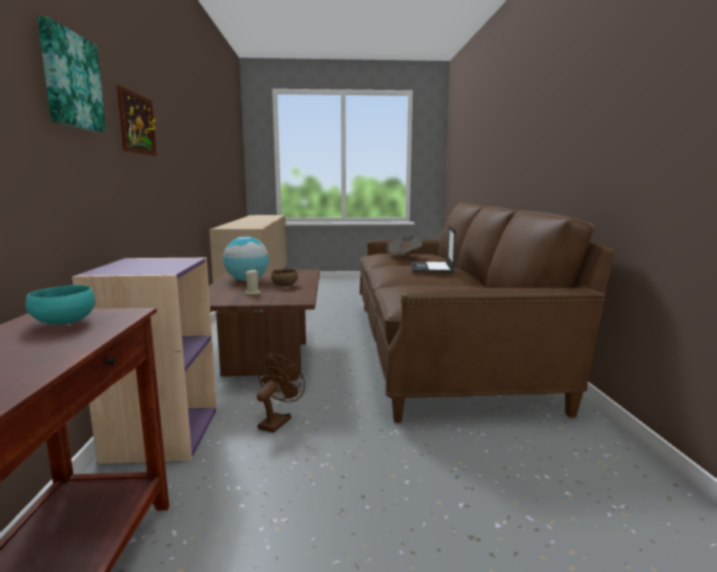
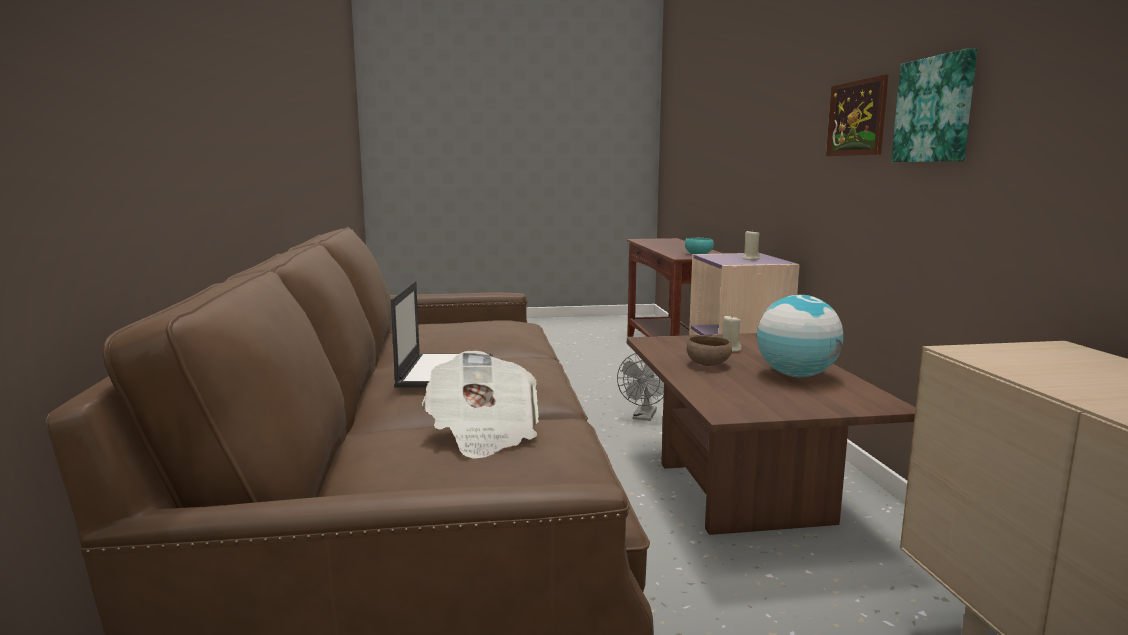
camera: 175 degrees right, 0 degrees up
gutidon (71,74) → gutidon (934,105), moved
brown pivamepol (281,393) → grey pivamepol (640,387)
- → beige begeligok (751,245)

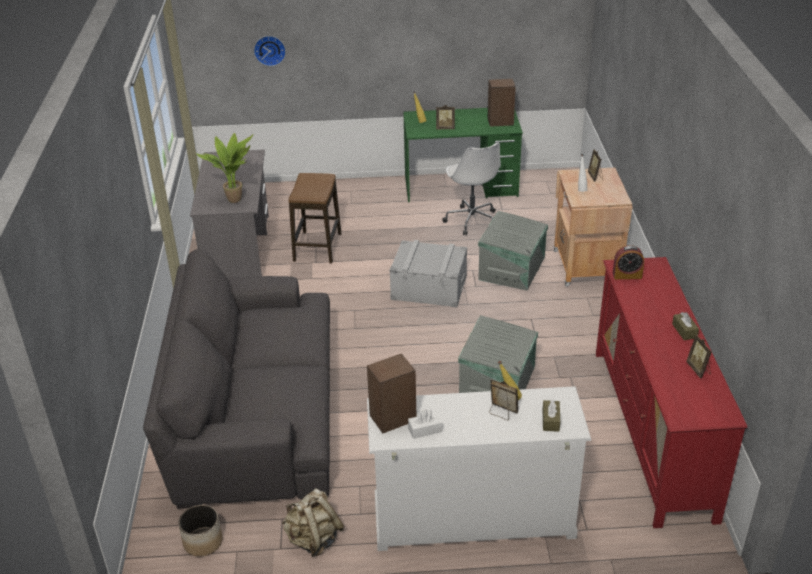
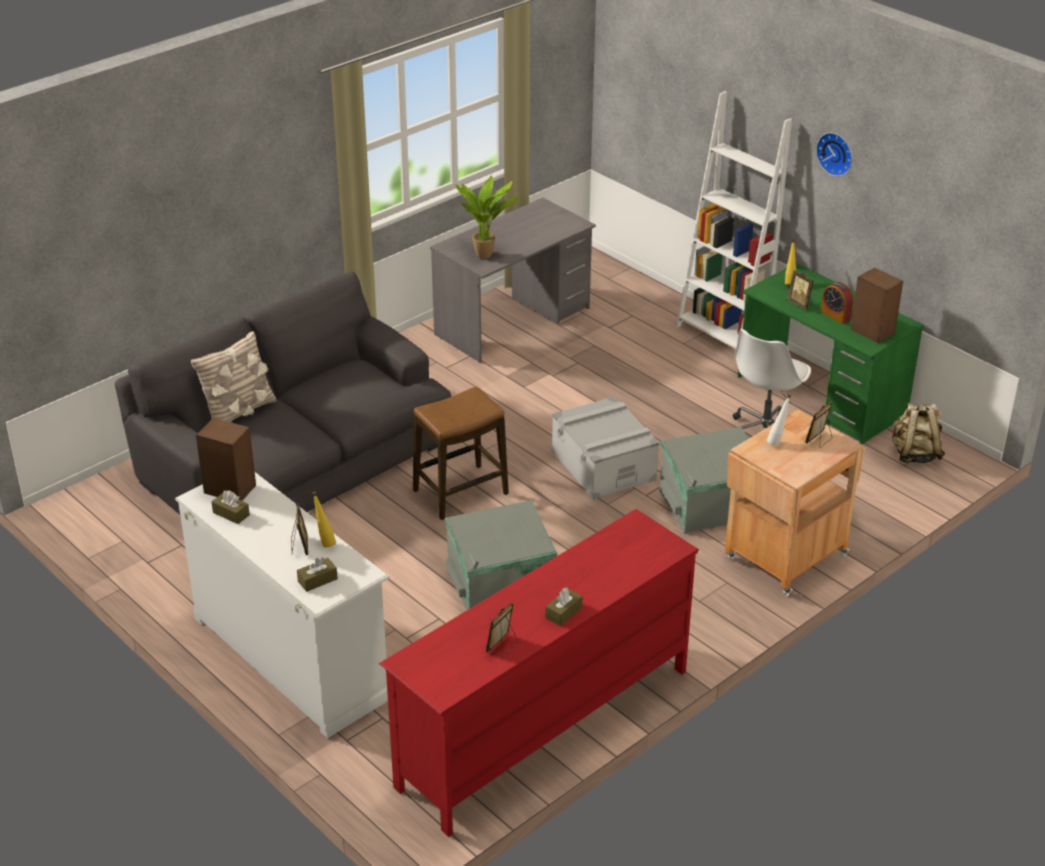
camera: 50 degrees right, 0 degrees up
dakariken (270,51) → dakariken (834,155), moved
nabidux (314,218) → nabidux (461,453), moved
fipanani (628,262) → fipanani (837,303), moved
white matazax (425,424) → brown matazax (230,507)
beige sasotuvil (313,523) → beige sasotuvil (918,433), moved
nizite (200,531) → -
- → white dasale (734,220)
- → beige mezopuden (233,376)

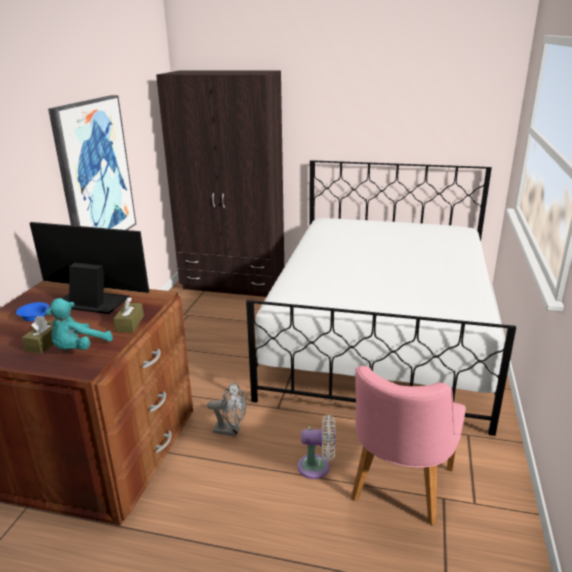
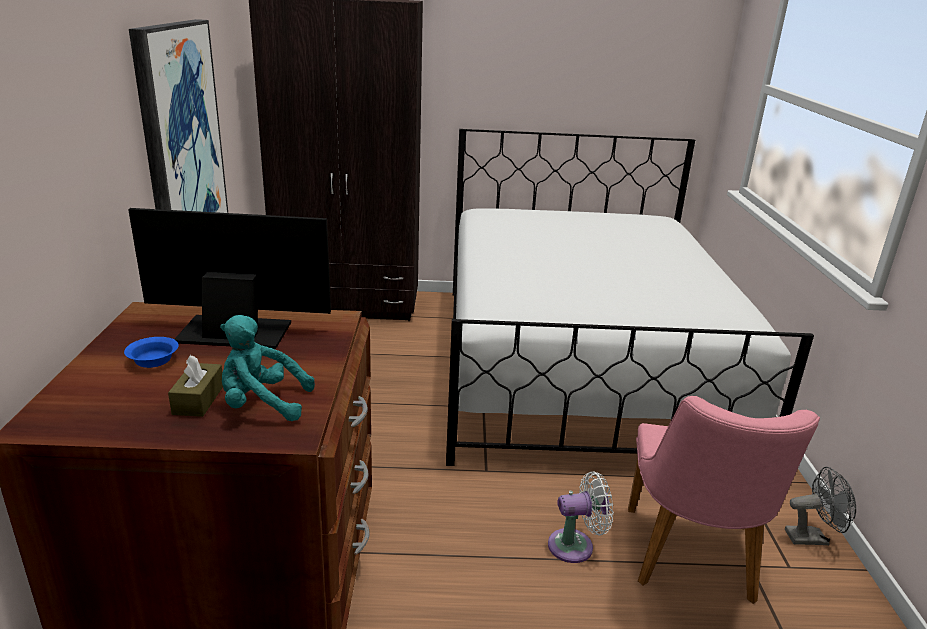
camera: 15 degrees left, 0 degrees up
brown matazax (128,314) → -
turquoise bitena (79,324) → turquoise bitena (267,368), 75 degrees clockwise
grey pivamepol (226,409) → grey pivamepol (820,506), moved

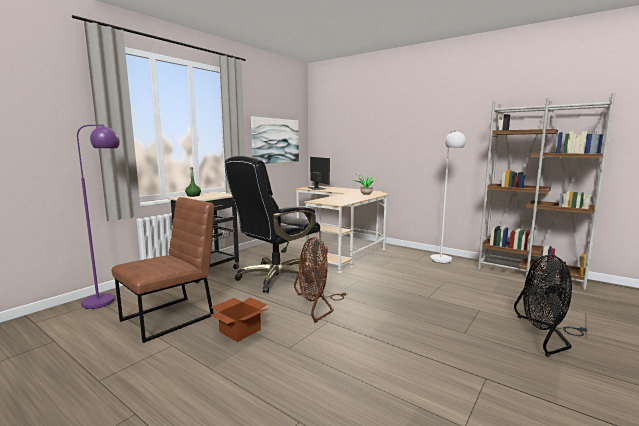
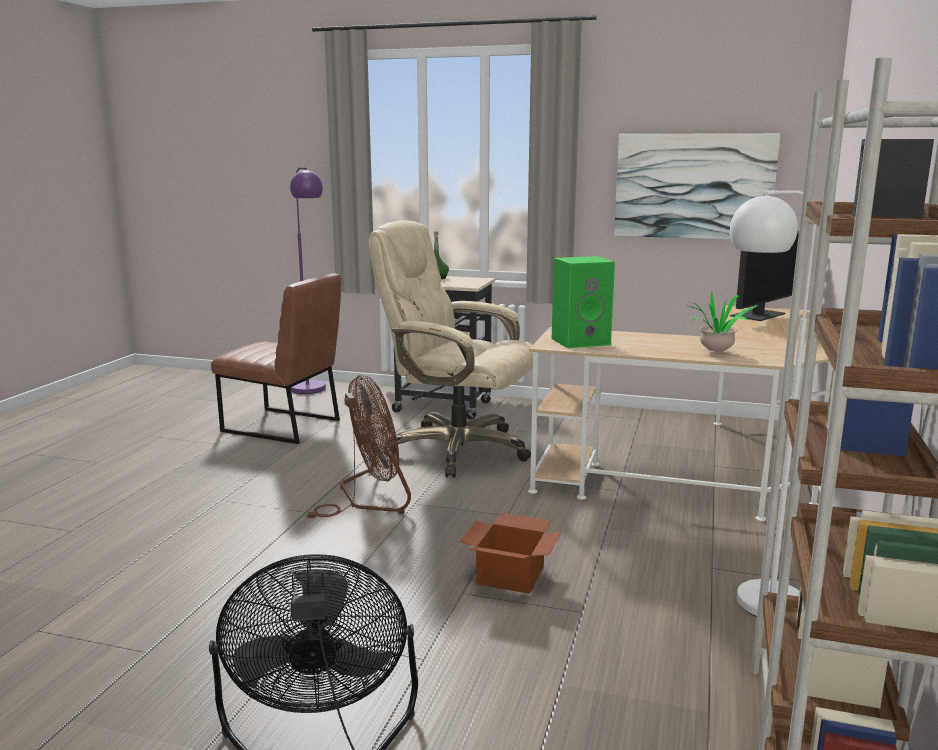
camera: 70 degrees right, 5 degrees up
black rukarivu (272,224) → beige rukarivu (451,349)
brown pivamepol (320,280) → brown pivamepol (358,446), 105 degrees clockwise
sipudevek (239,319) → sipudevek (510,553), moved
- → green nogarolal (583,302)

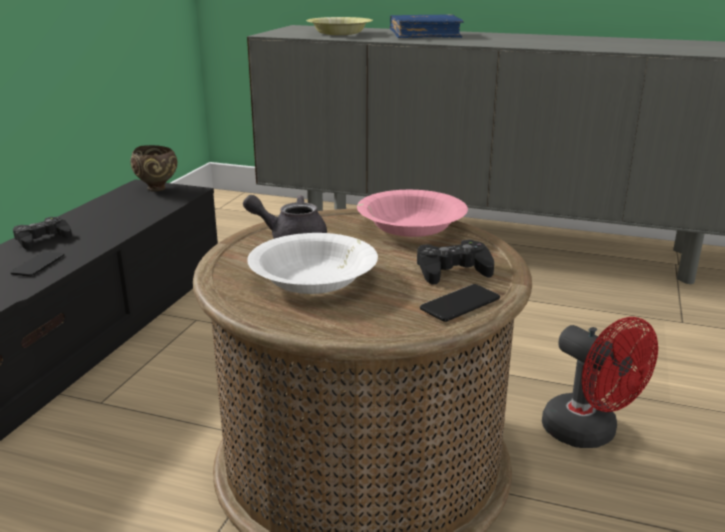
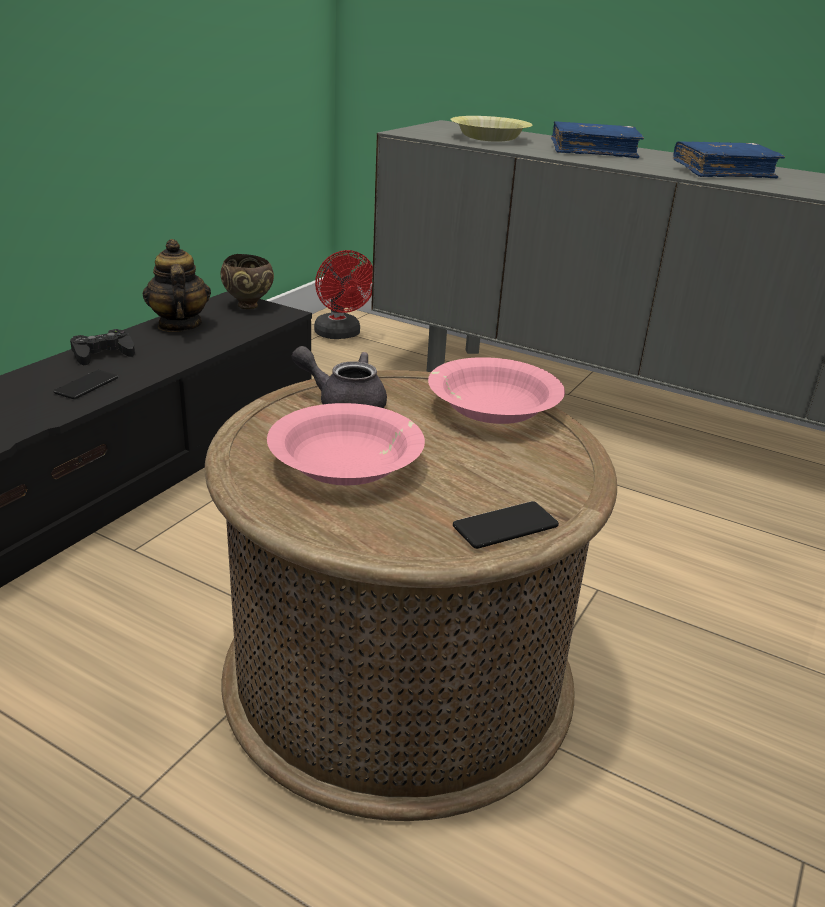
camera: 10 degrees right, 5 degrees up
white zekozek (312,263) → pink zekozek (346,444)
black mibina (455,262) → -
red pivamepol (600,382) → red pivamepol (343,294), moved
- → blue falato (729,160)
- → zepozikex (177,285)

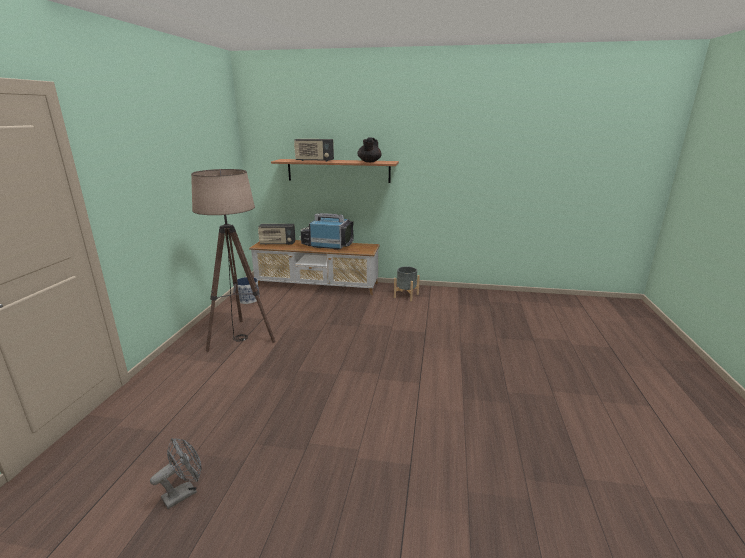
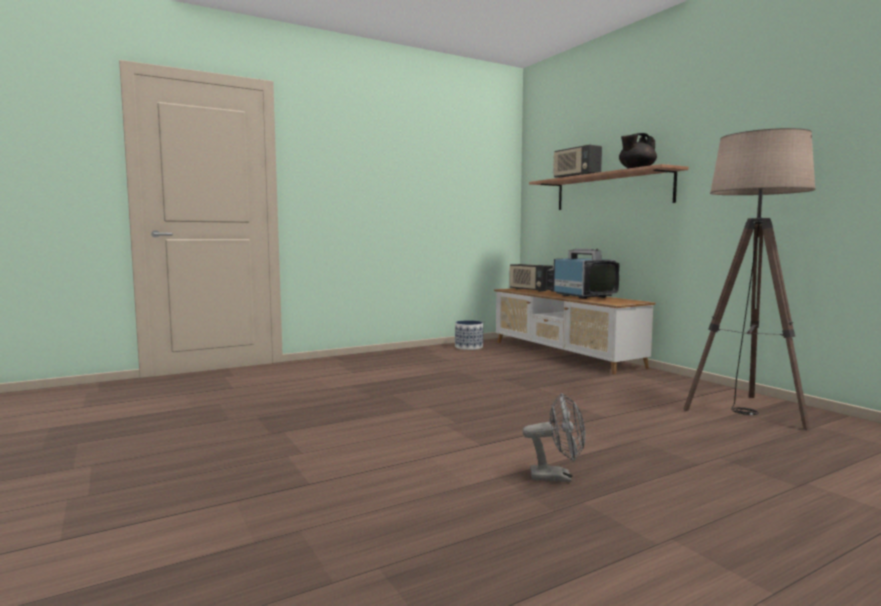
camera: 50 degrees right, 15 degrees down
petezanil (233,260) → petezanil (749,279), moved
grey nizite (407,284) → -
grey pivamepol (176,473) → grey pivamepol (553,437), moved

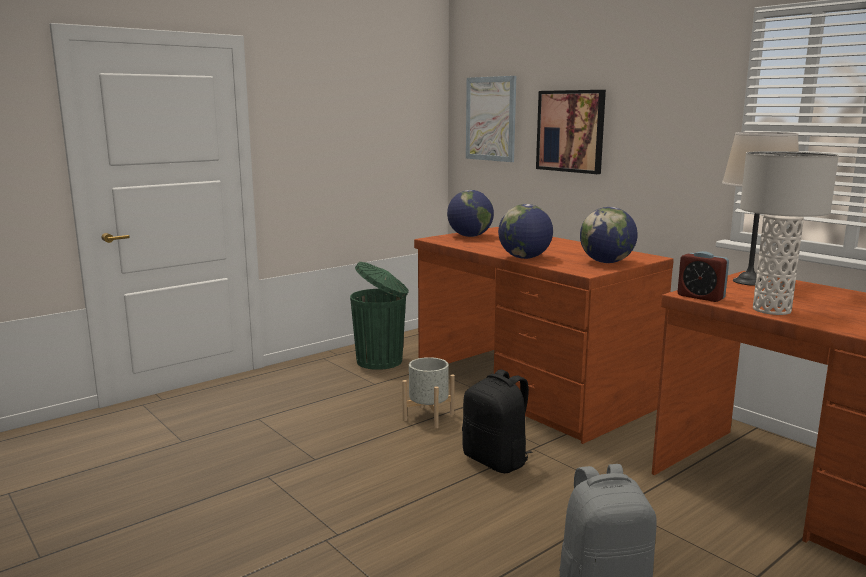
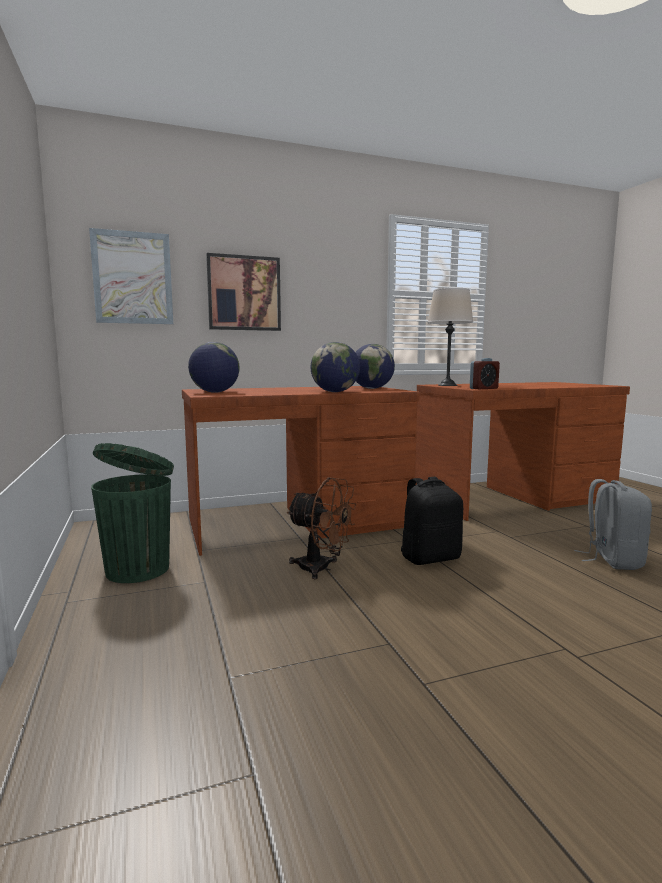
camera: 70 degrees left, 5 degrees down
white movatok (789,233) → -
grey nizite (428,392) → brown pivamepol (321,528)

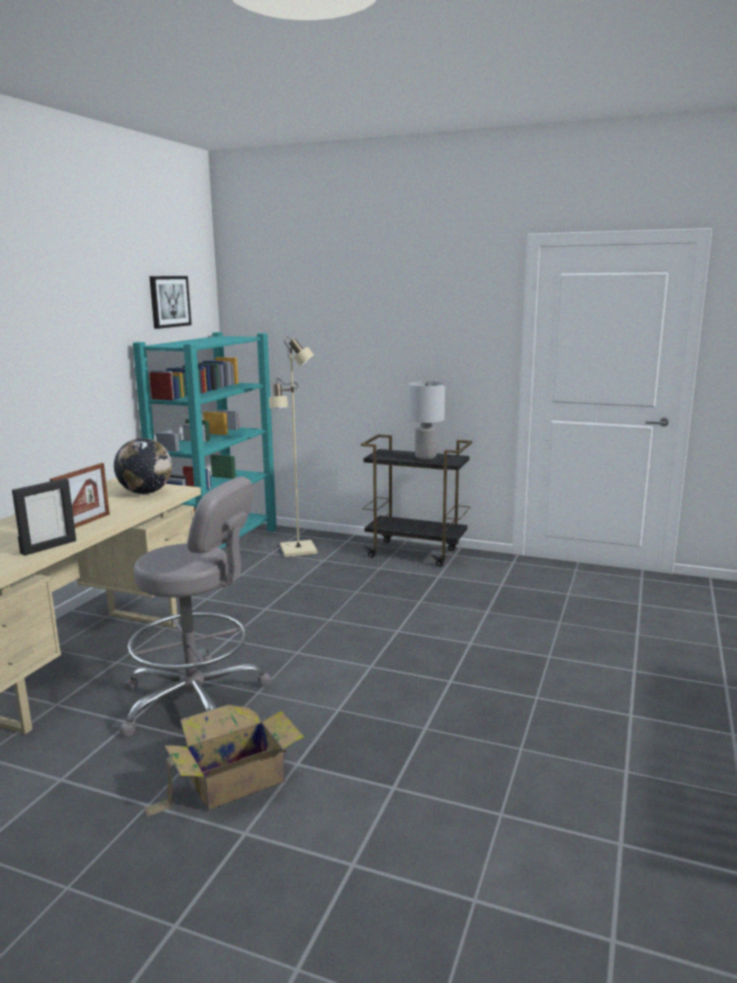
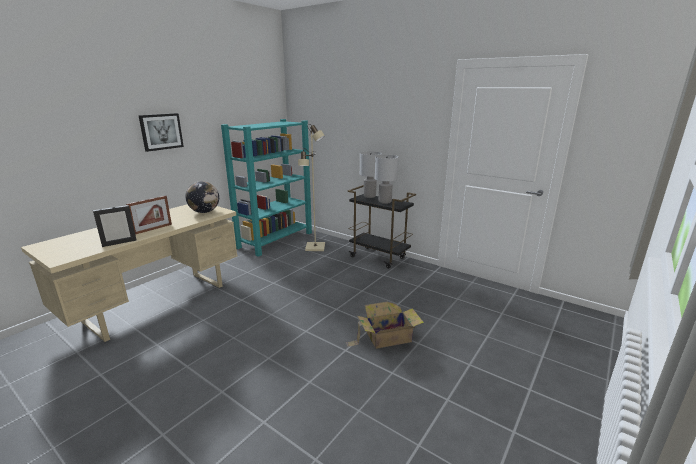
camera: 15 degrees right, 5 degrees up
gutidon (170,302) → gutidon (161,132), moved
grey nabidux (196,606) → -
sipudevek (223,761) → sipudevek (385,325), moved
- → grey movatok (371,174)

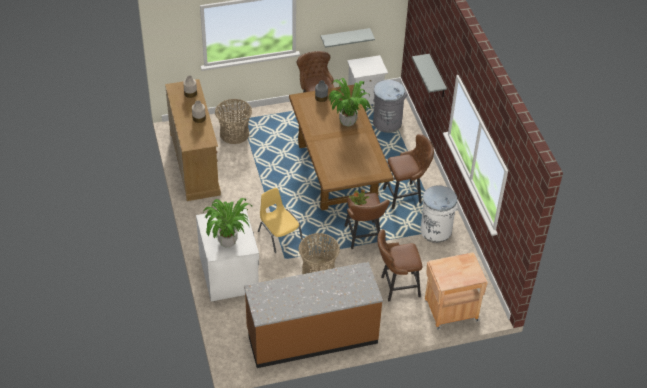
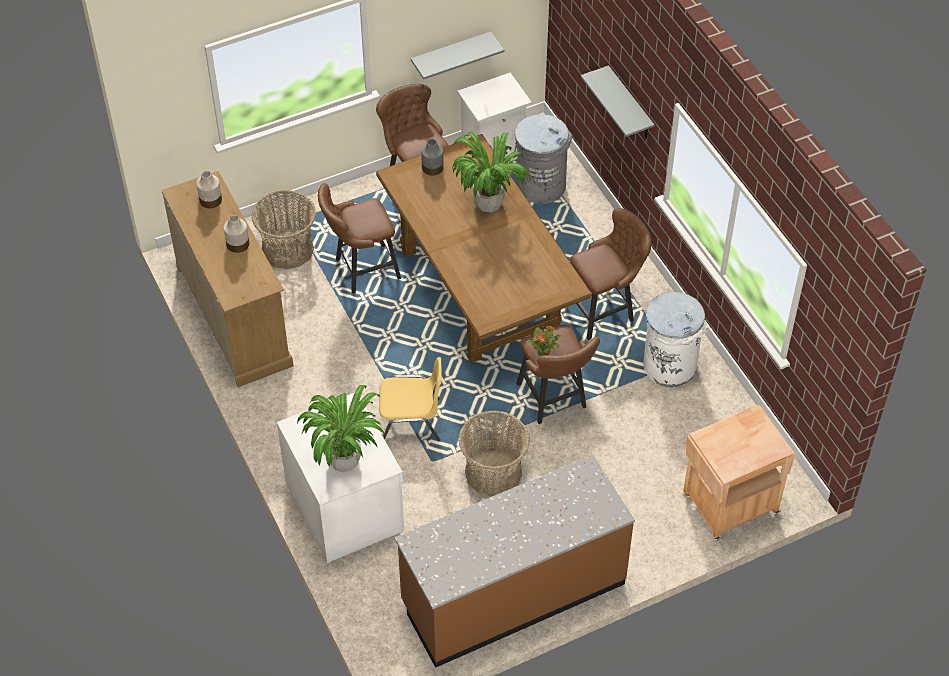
camera: 10 degrees left, 5 degrees up
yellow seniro (280,220) → yellow seniro (410,399), 135 degrees clockwise
brown nabidux (399,265) → brown nabidux (359,238), moved

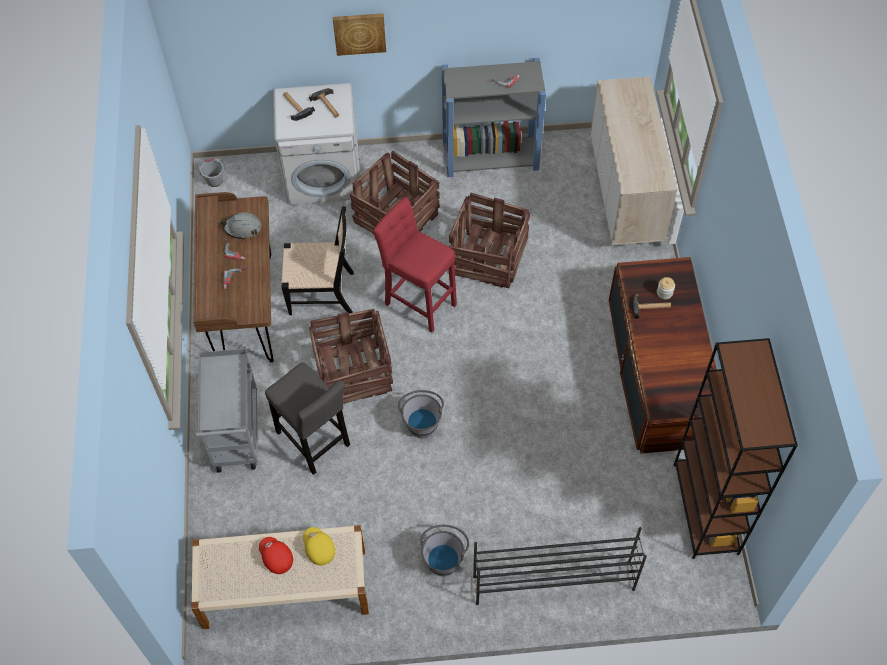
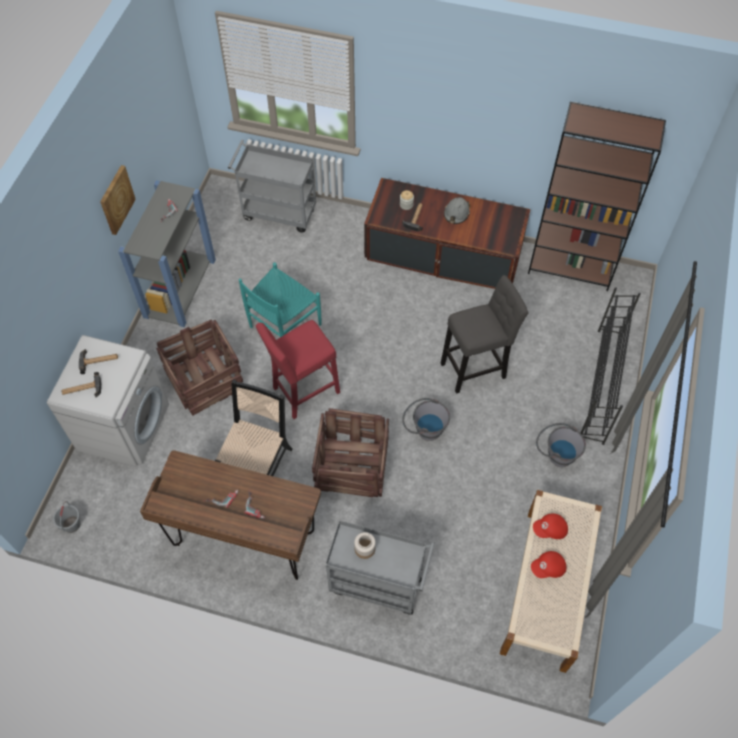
camera: 70 degrees left, 0 degrees up
gutidon (359,34) → gutidon (118,200), moved
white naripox (633,161) → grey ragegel (272,186)
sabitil (489,240) → turquoise seniro (280,300)
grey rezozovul (241,225) → grey rezozovul (457,210), moved
grey nabidux (307,418) → grey nabidux (485,334), moved
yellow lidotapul (319,546) → red lidotapul (550,526)
- → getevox (365,545)

